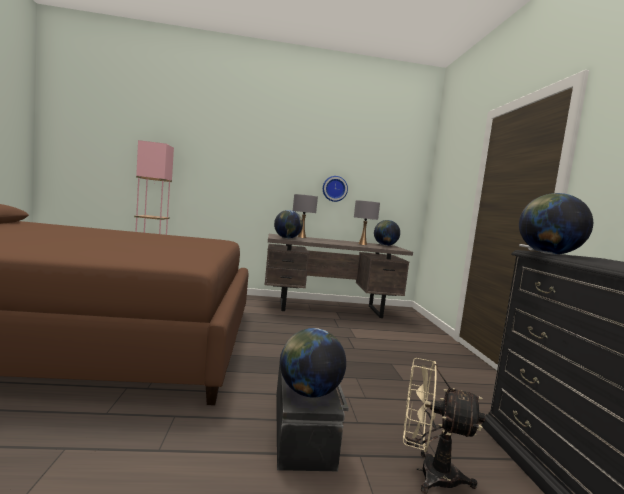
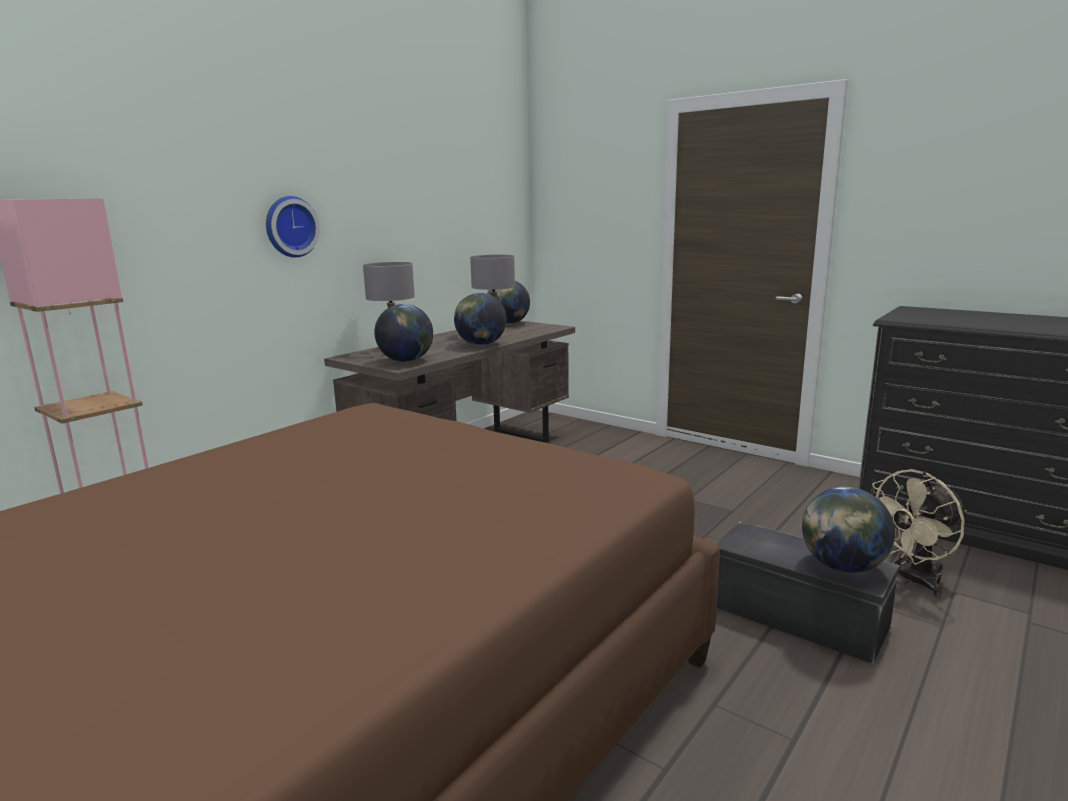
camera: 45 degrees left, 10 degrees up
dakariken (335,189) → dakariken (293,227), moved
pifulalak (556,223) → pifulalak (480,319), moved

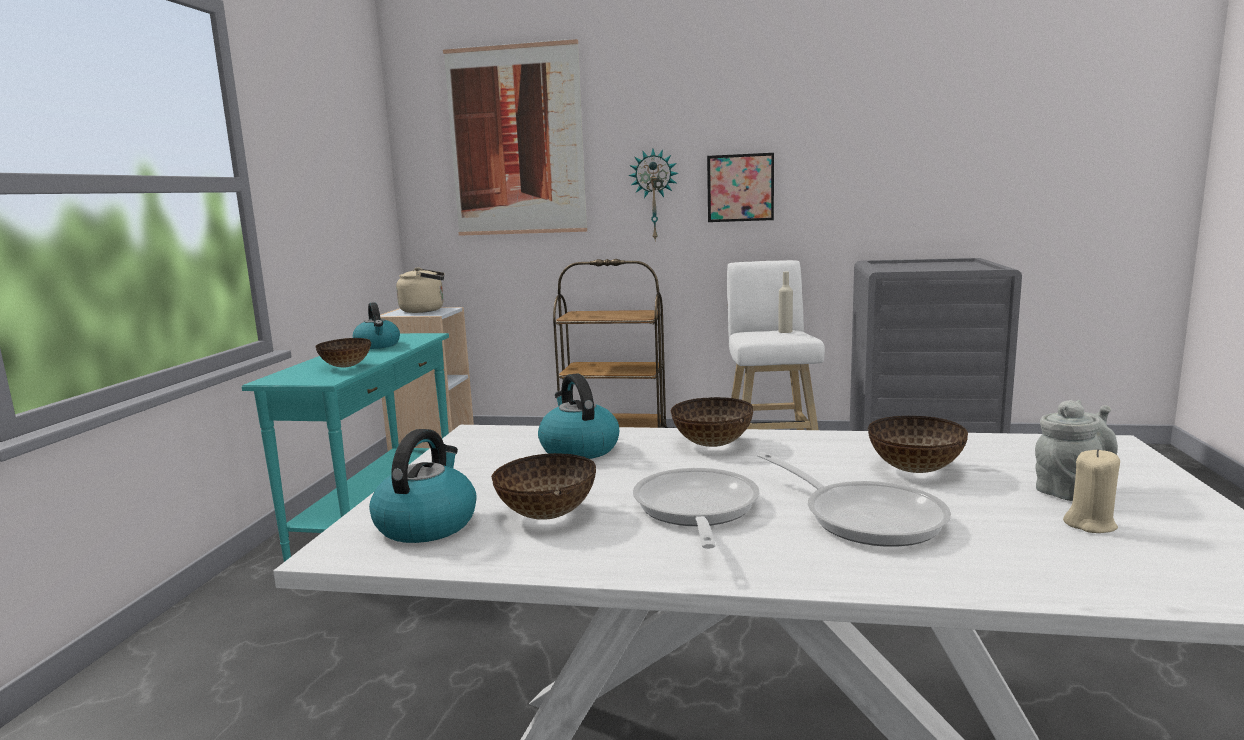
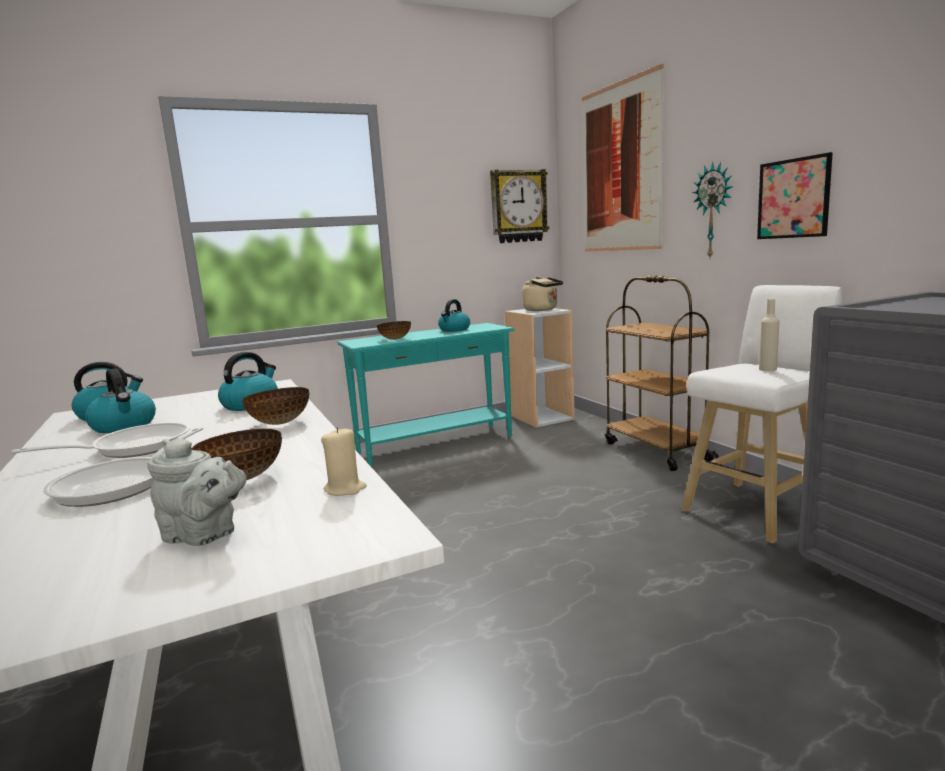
camera: 55 degrees right, 0 degrees up
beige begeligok (1091,491) → beige begeligok (344,461), moved
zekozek (543,486) → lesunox (120,400)
- → dakariken (519,206)

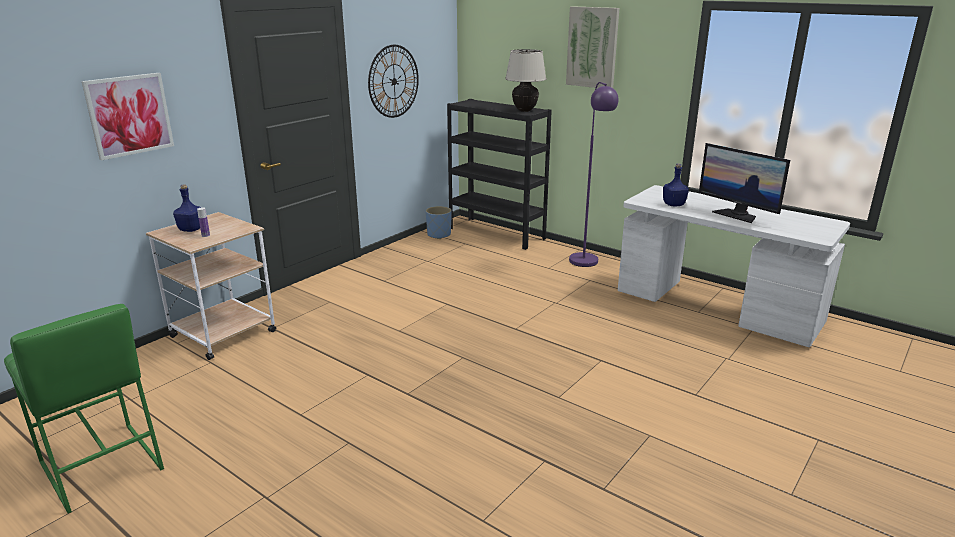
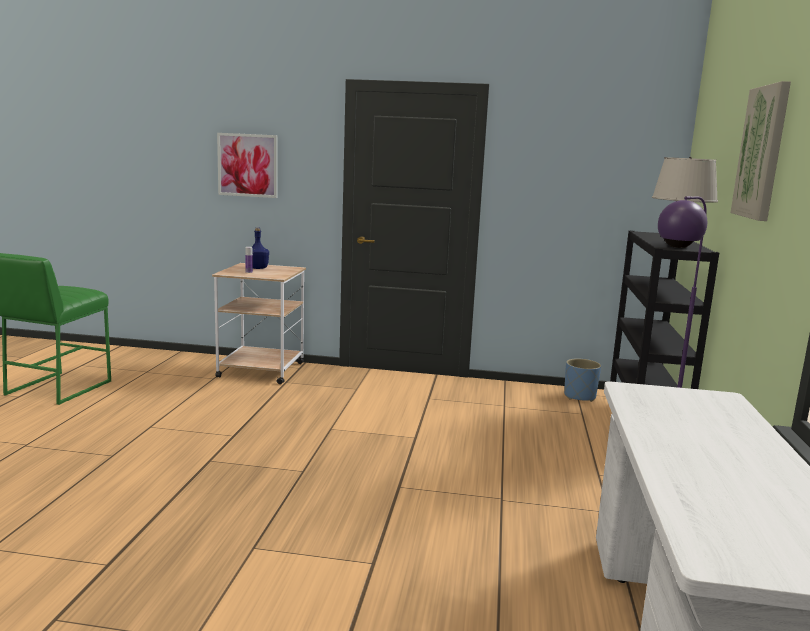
camera: 60 degrees right, 10 degrees down
dakariken (393,81) → -
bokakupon (744,183) → -
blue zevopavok (676,185) → -

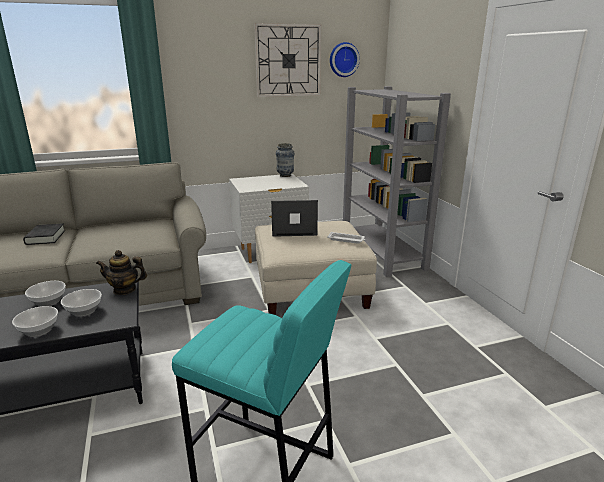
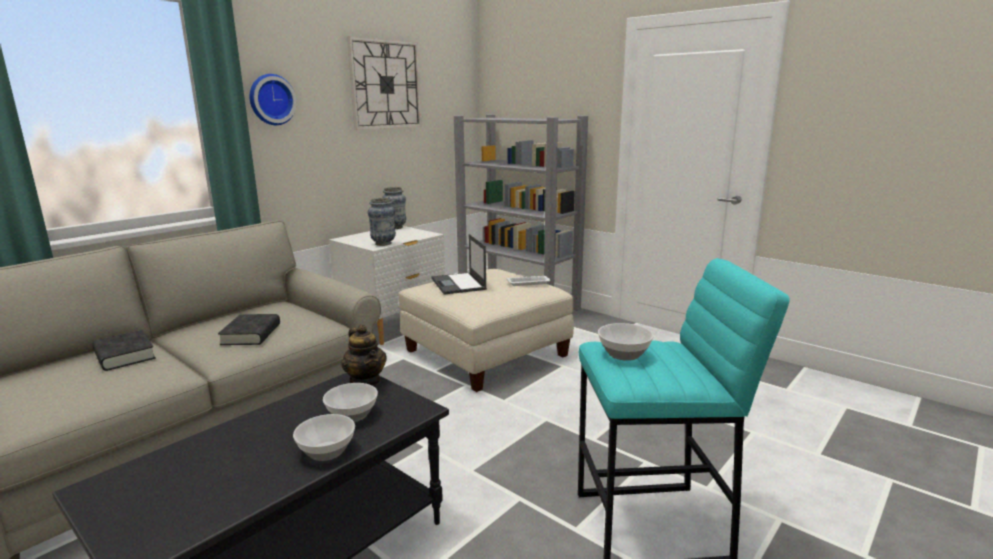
camera: 30 degrees left, 5 degrees down
dakariken (345,59) → dakariken (273,99), moved
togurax (294,218) → togurax (459,264), 75 degrees counterclockwise
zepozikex (121,272) → zepozikex (364,355), 90 degrees counterclockwise
zekozek (45,294) → zekozek (626,342), moved
- → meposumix (382,222)
- → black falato (249,329)

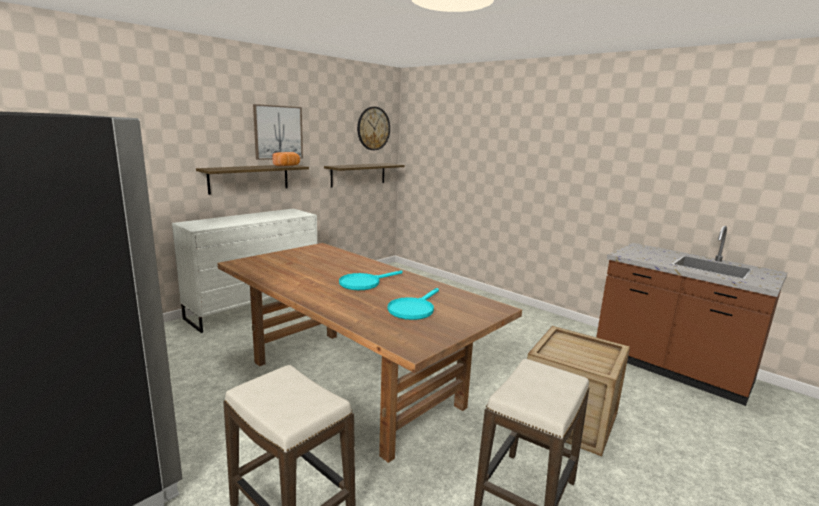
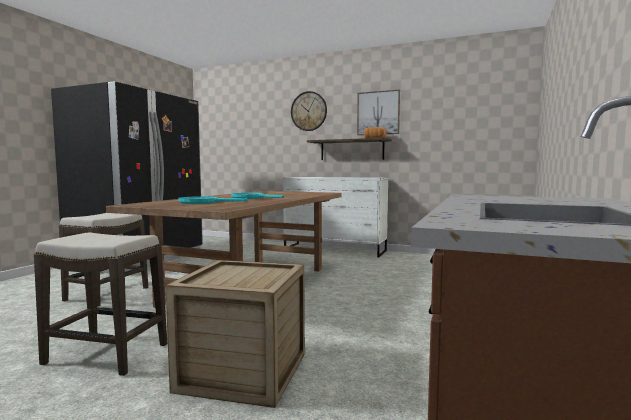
camera: 70 degrees right, 10 degrees down
dakariken (373,128) → dakariken (309,111), moved
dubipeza (364,175) → -

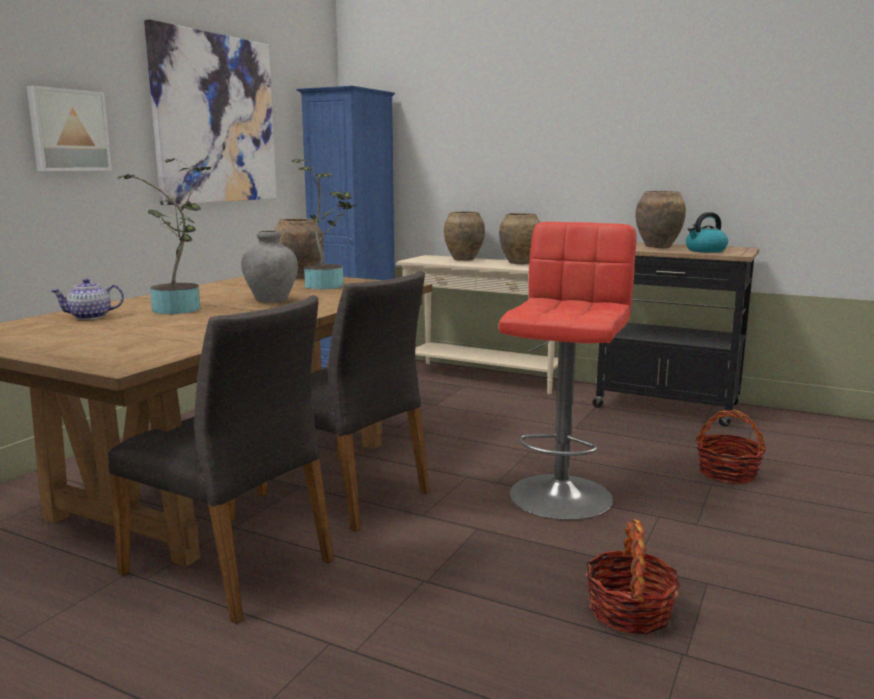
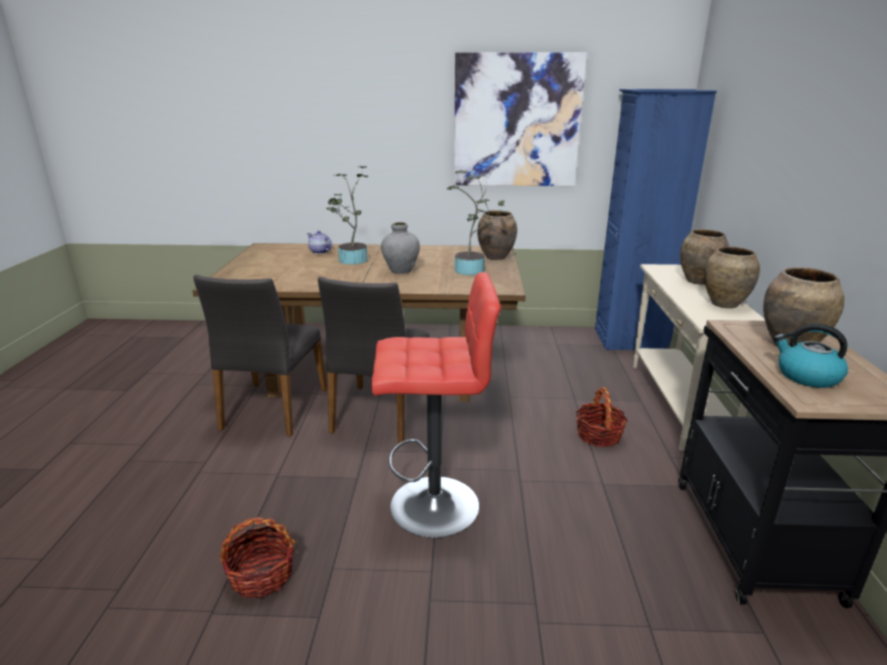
camera: 65 degrees right, 10 degrees up
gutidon (69,128) → -
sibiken (731,447) → sibiken (602,417), moved

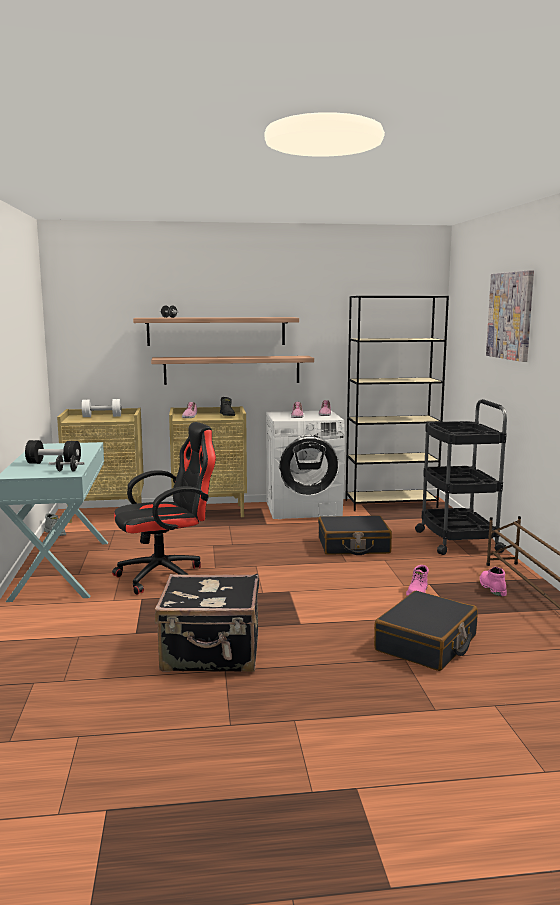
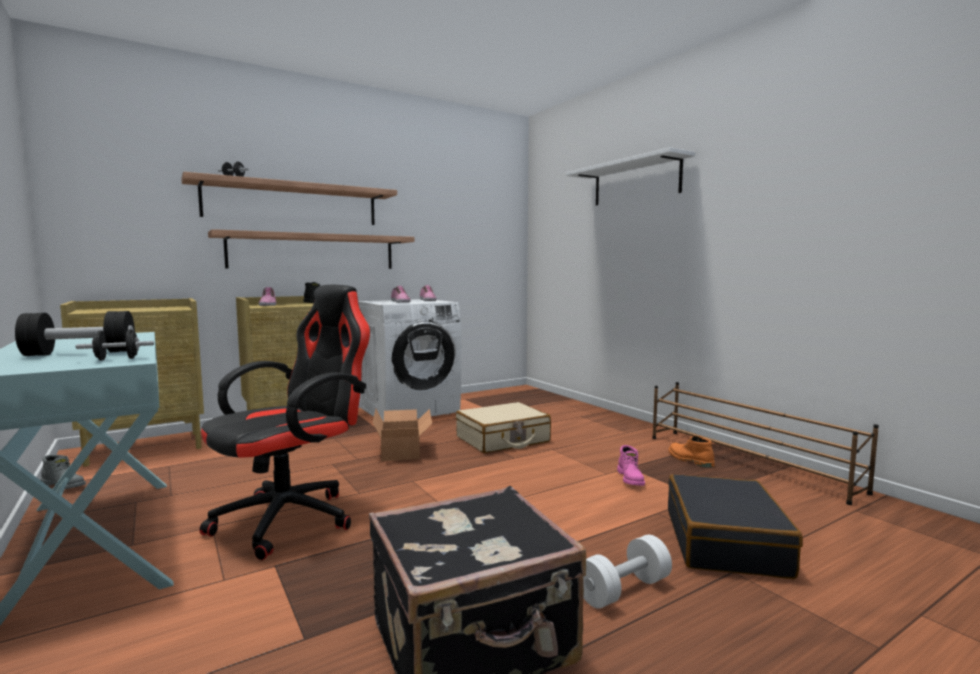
camera: 25 degrees left, 5 degrees down
gutidon (510,316) → white dubipeza (630,176)
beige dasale (397,403) → -
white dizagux (102,408) → white dizagux (627,572), moved
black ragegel (461,477) → -
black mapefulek (355,535) → beige mapefulek (503,427)
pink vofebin (493,581) → orange vofebin (691,451)
- → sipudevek (402,435)

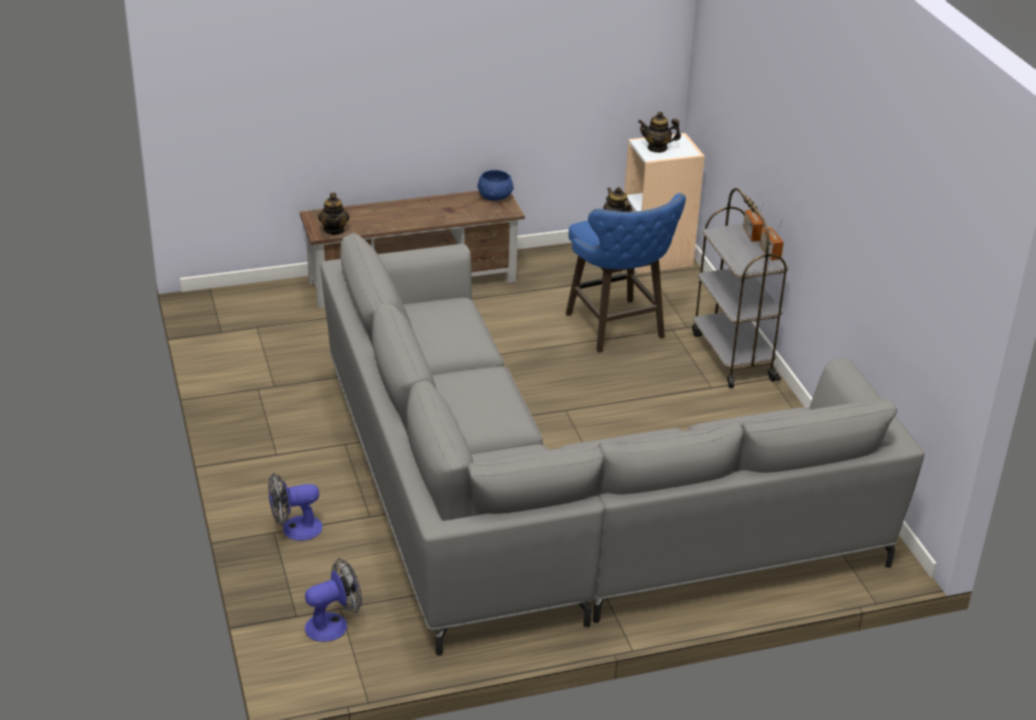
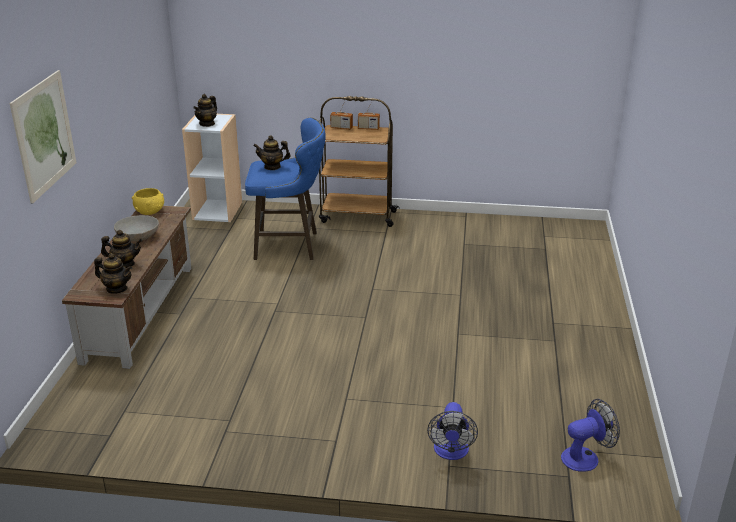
camera: 65 degrees left, 5 degrees down
blue zekozek (495,185) → yellow zekozek (148,201)
grey ragegel (740,288) → brown ragegel (359,161)
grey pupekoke (622,444) → -
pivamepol (333,600) → pivamepol (590,435), 75 degrees clockwise
- → gutidon (43,137)
- → grey zekozek (136,228)
- → zepozikex (121,249)

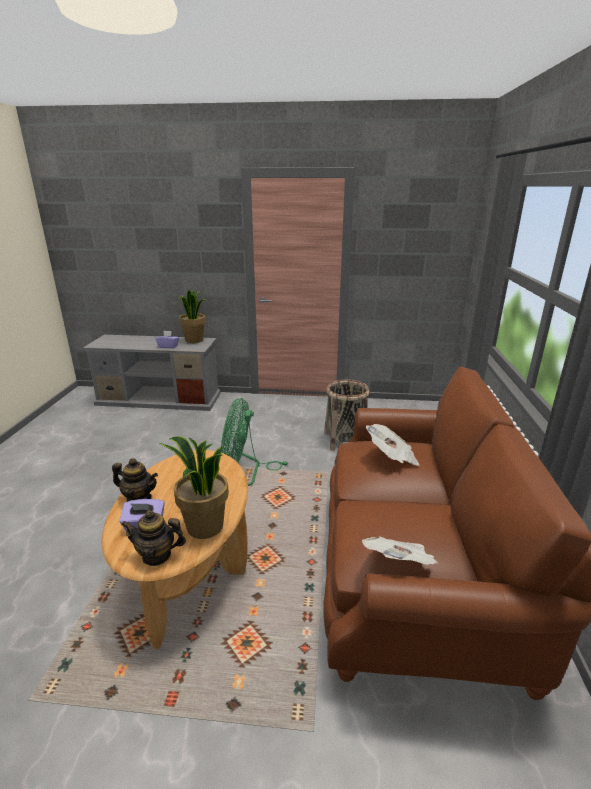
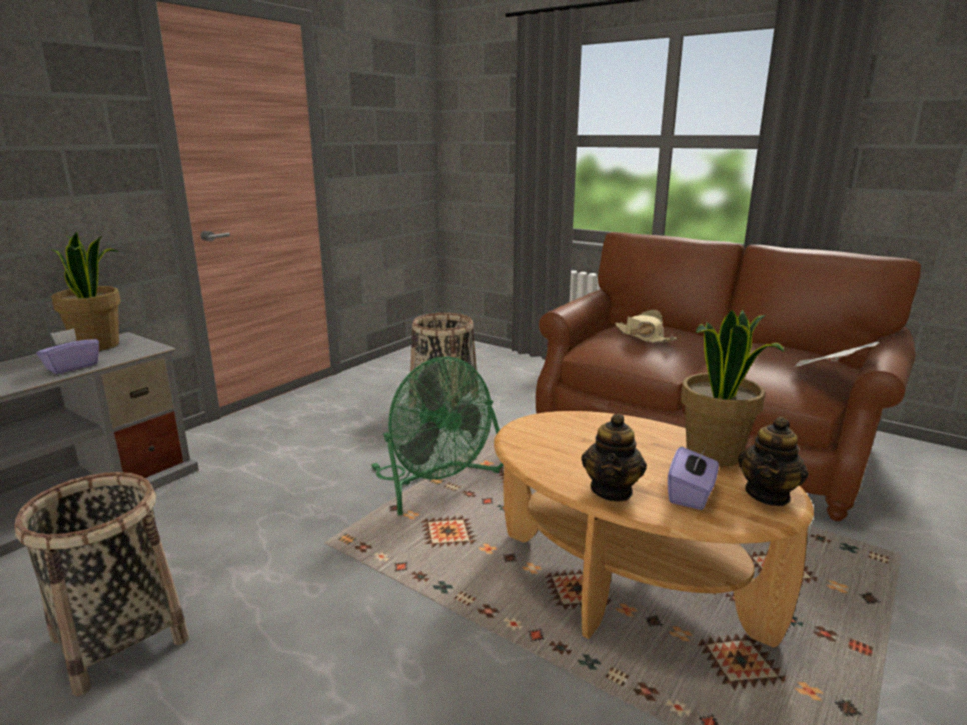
camera: 60 degrees left, 5 degrees down
green pivamepol (254,442) → green pivamepol (438,435), 75 degrees counterclockwise
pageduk (392,445) → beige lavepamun (646,326)
zepozikex (135,480) → zepozikex (614,457), 150 degrees clockwise
- → sibiken (101,584)

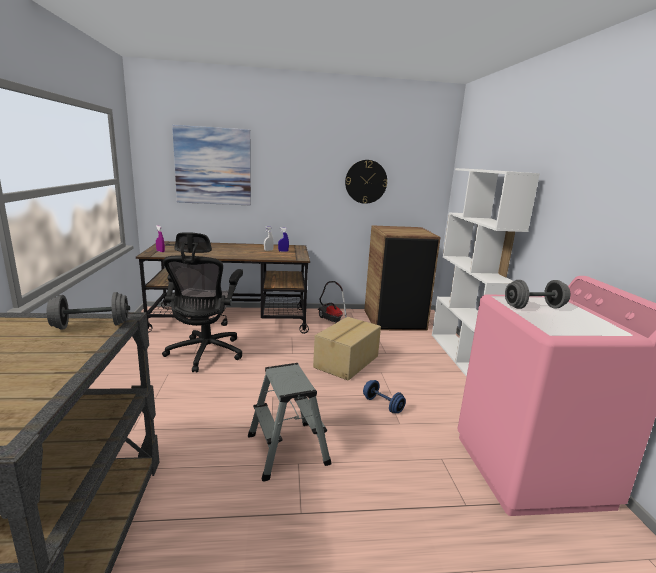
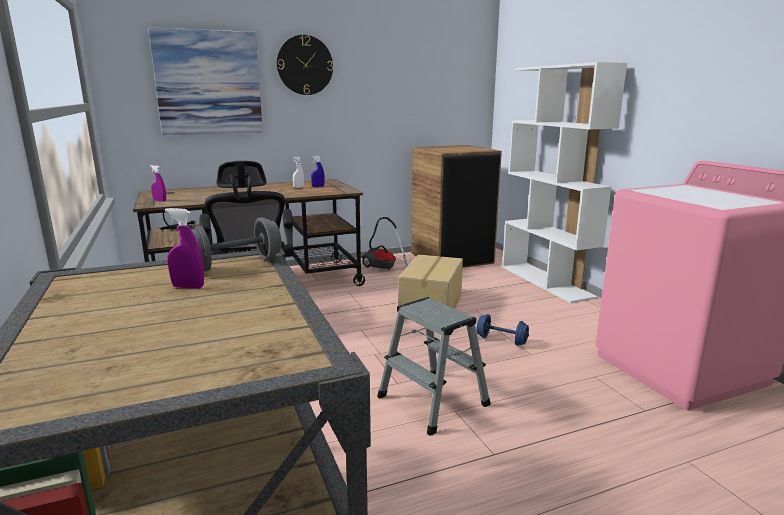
camera: 15 degrees left, 0 degrees up
dakariken (366,182) → dakariken (305,65), moved
grey dizagux (537,294) → -
- → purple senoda (184,248)

